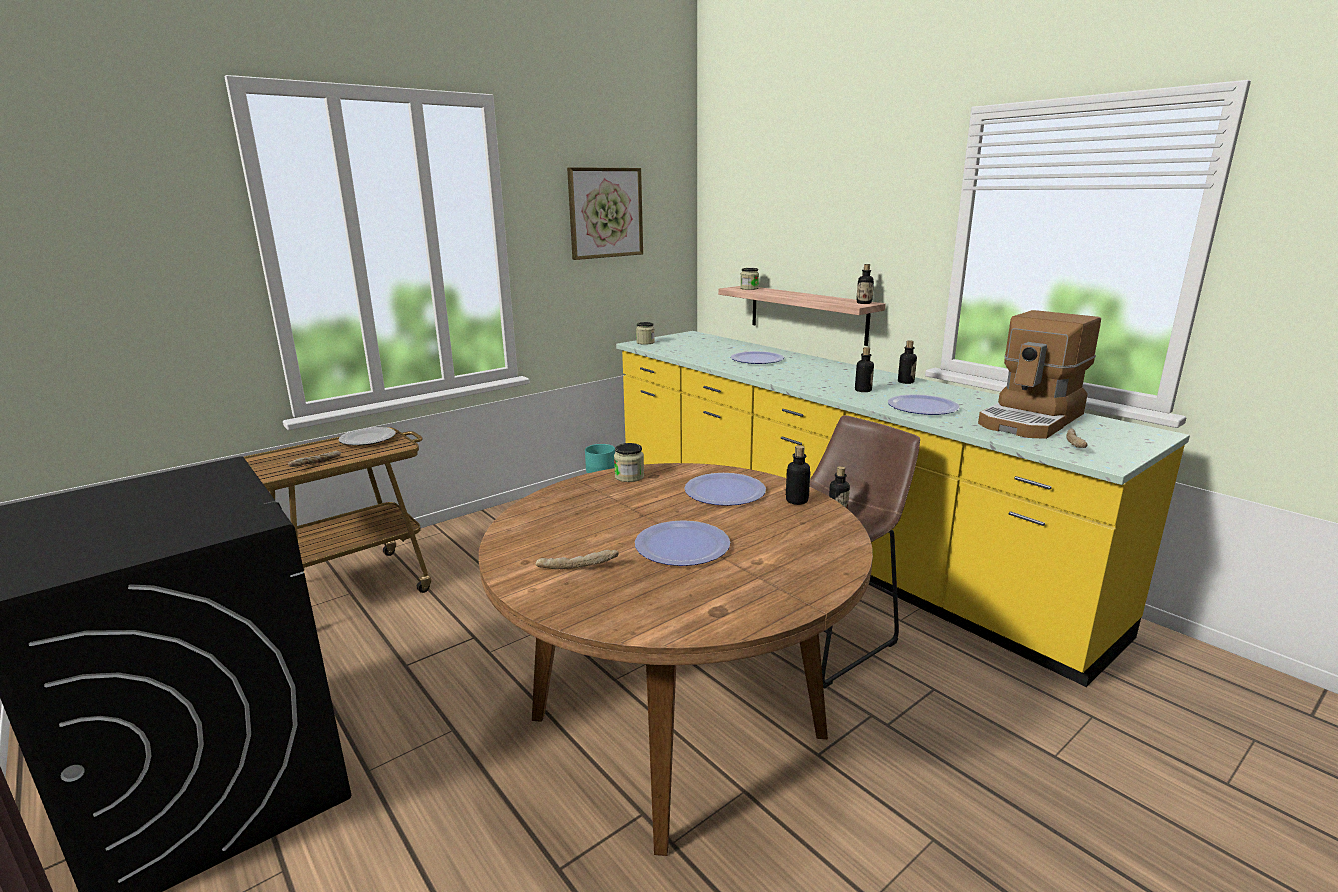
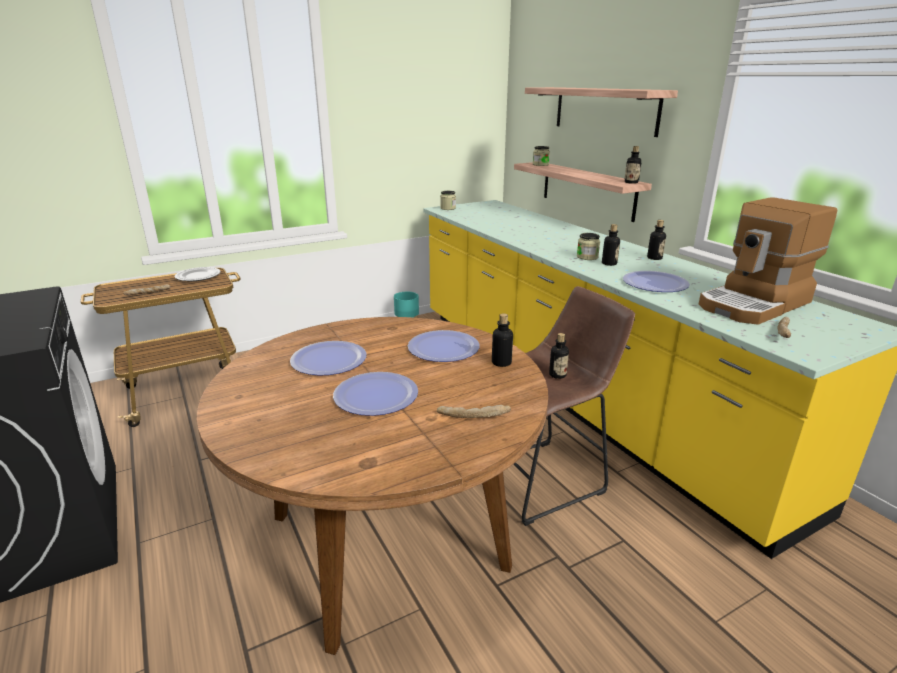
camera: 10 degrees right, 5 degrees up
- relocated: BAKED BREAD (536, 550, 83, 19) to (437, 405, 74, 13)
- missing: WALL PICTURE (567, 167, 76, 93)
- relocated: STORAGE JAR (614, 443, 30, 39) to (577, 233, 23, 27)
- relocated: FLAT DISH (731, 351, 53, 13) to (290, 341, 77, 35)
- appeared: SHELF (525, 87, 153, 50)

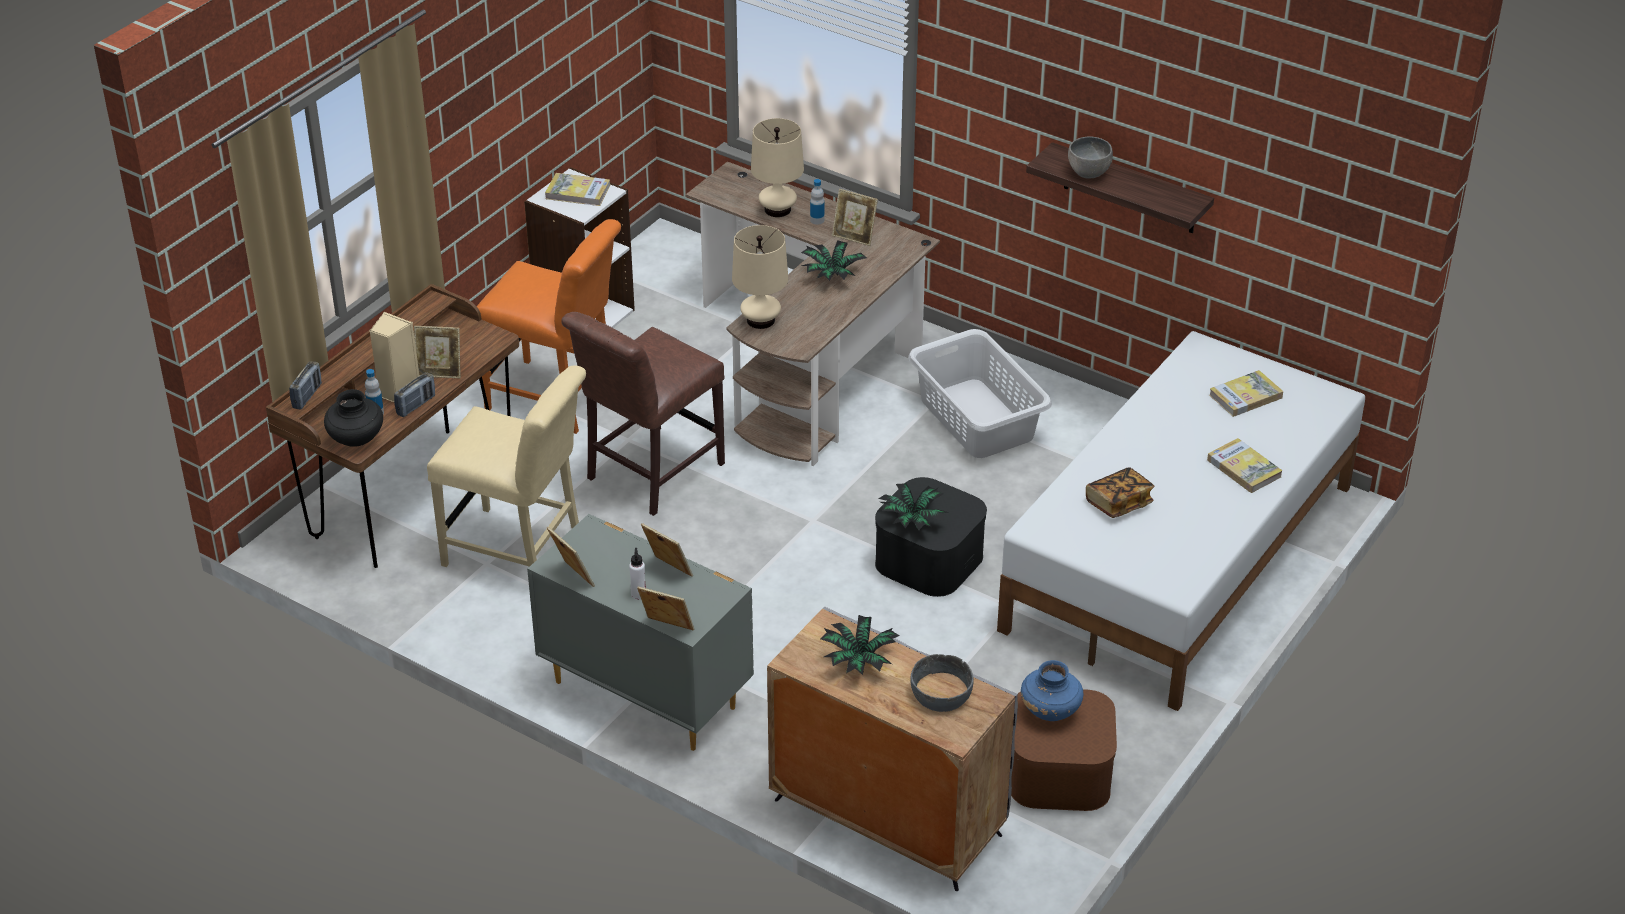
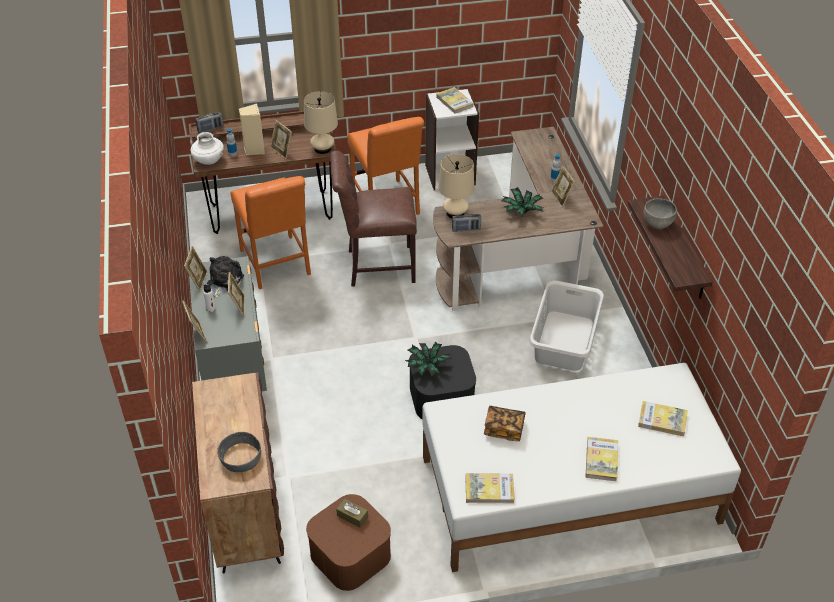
camera: 45 degrees right, 5 degrees up
- colour: BLACK VASE (324, 389, 59, 58) to WHITISH VASE (191, 132, 33, 33)
- relocated: RADIO (394, 372, 41, 45) to (452, 214, 29, 18)
- colour: BEIGE-COLOURED UPRIGHT CHAIR (427, 366, 159, 201) to ORANGE UPRIGHT CHAIR (230, 176, 81, 113)
- relocated: BEIGE-COLOURED LAMP FOR A TABLE (751, 118, 53, 99) to (304, 91, 34, 63)
- colour: GREY STORAGE CABINET (767, 606, 251, 285) to BROWN STORAGE CABINET (192, 372, 92, 202)
- missing: POTTED PLANT (820, 615, 80, 60)
- exchanged: BLUE VASE (1021, 660, 62, 61) to BROWN BOX OF TISSUES (336, 498, 32, 30)
- appeared: CUDDLY TOY (208, 256, 36, 42)
- appeared: BOUND BOOK (465, 473, 50, 30)

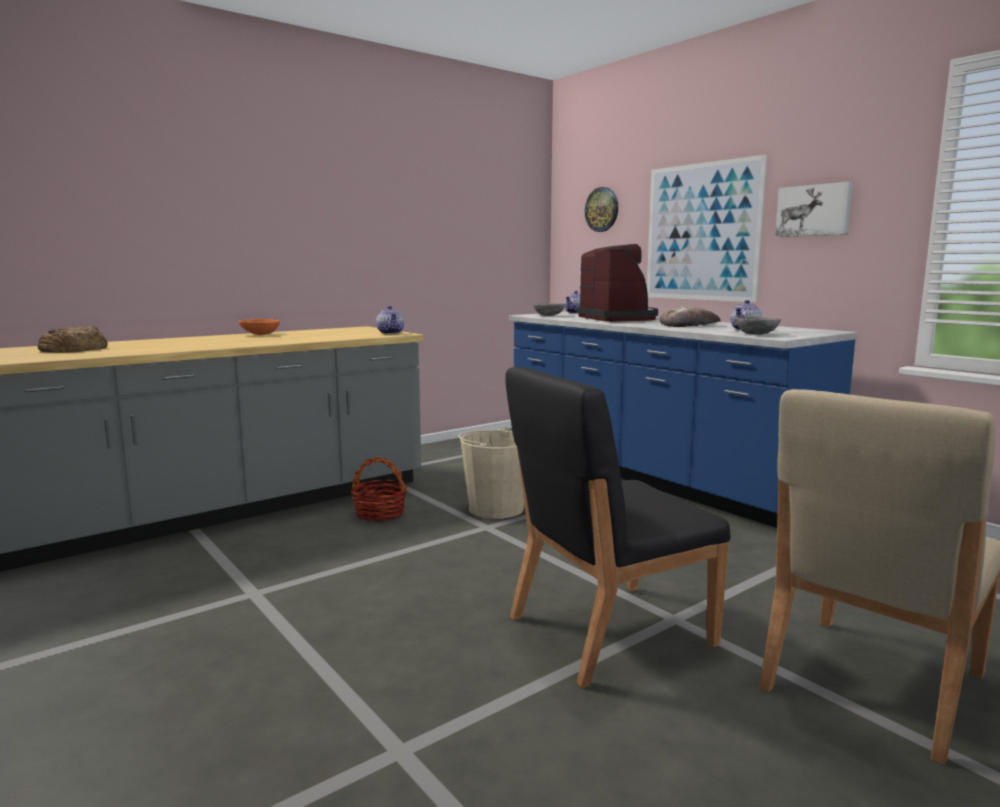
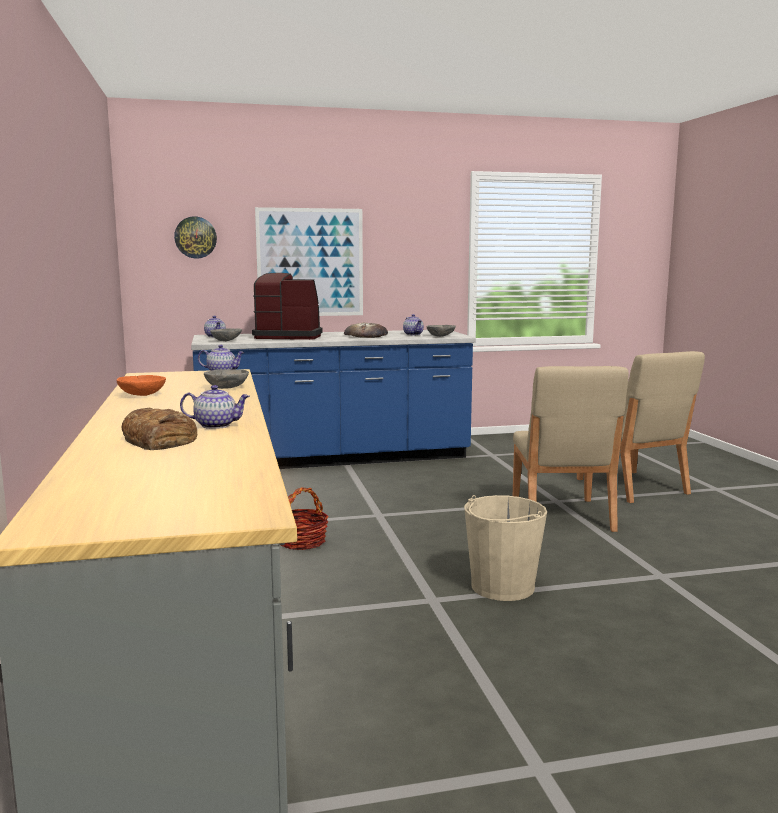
camera: 65 degrees left, 0 degrees up
- relocated: BEIGE-COLOURED PAIL (458, 426, 66, 93) to (464, 495, 83, 106)
- colour: BLACK UPRIGHT CHAIR (505, 367, 226, 321) to BEIGE-COLOURED UPRIGHT CHAIR (513, 366, 116, 166)
- missing: WALL PICTURE (775, 181, 78, 56)
- appeared: TEAPOT (180, 385, 70, 44)
- appeared: GREY DEEP DISH (204, 369, 45, 20)

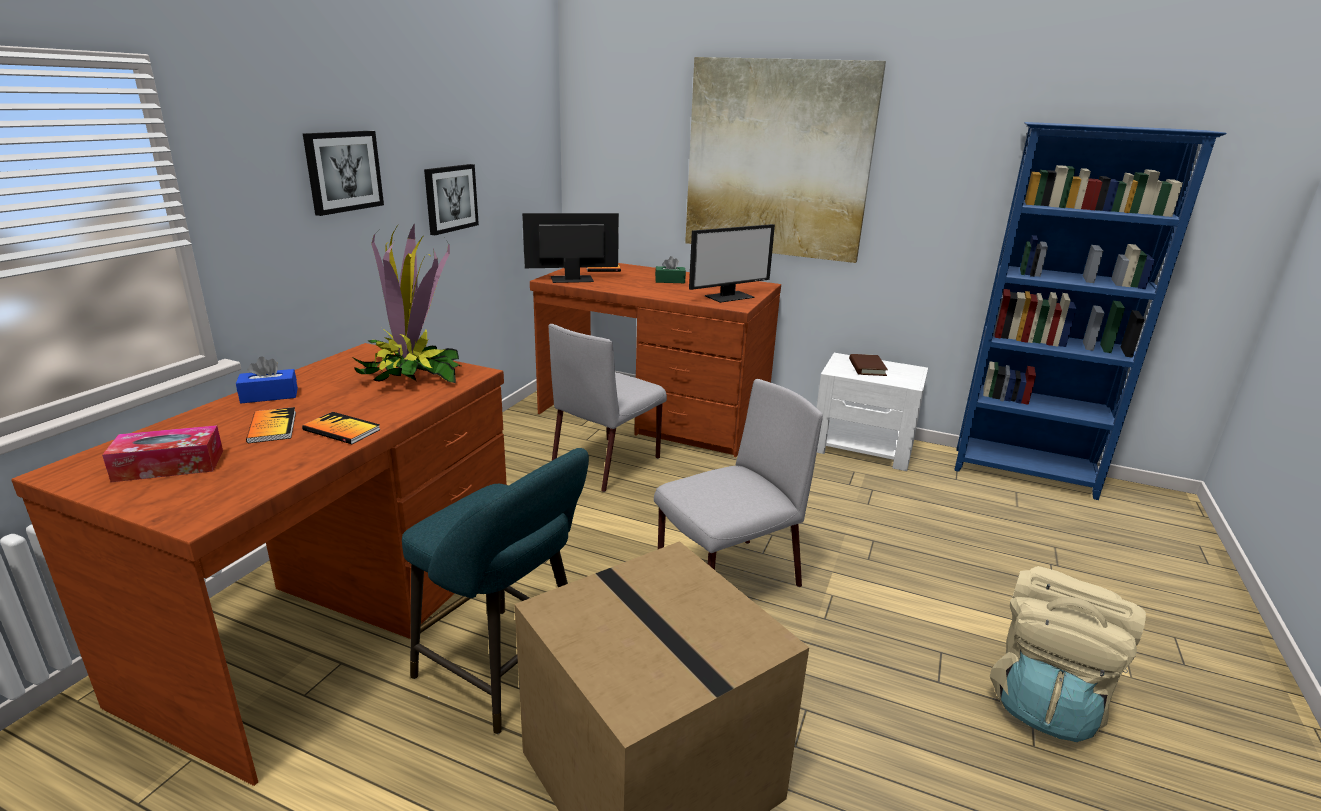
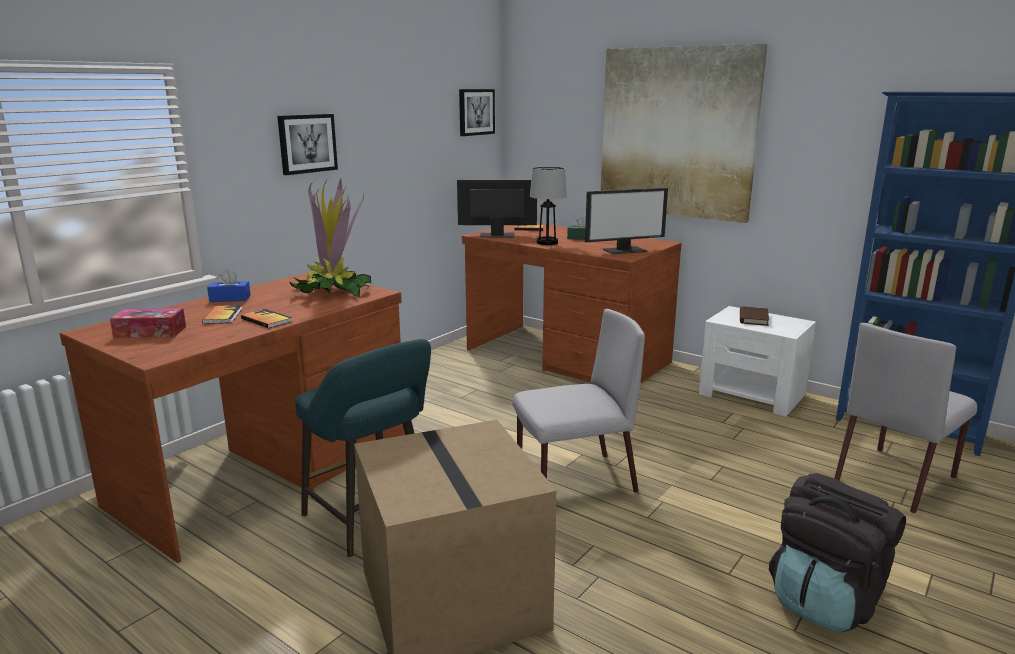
camera: 15 degrees right, 5 degrees down
- relocated: WALL PICTURE (424, 164, 55, 71) to (459, 89, 36, 47)
- relocated: GREY UPRIGHT CHAIR (549, 324, 118, 168) to (834, 323, 143, 190)
- colour: BEIGE-COLOURED RUCKSACK (990, 566, 156, 176) to BLACK RUCKSACK (769, 473, 137, 159)
- appeared: LAMP FOR A TABLE (530, 167, 37, 78)

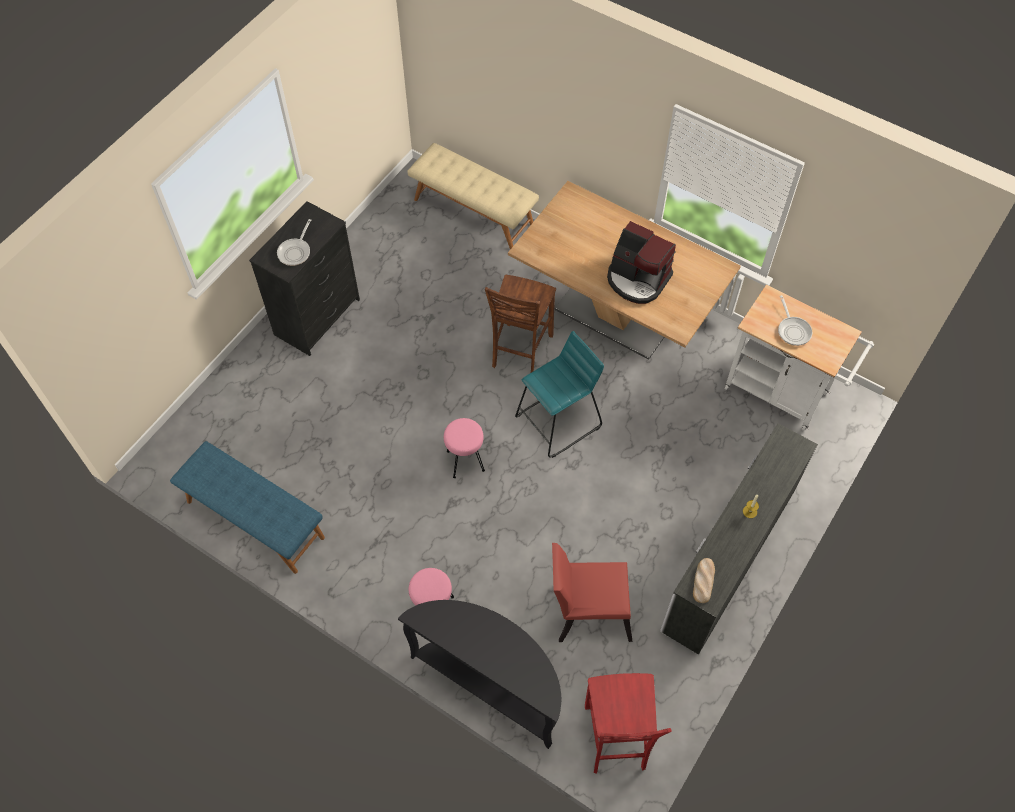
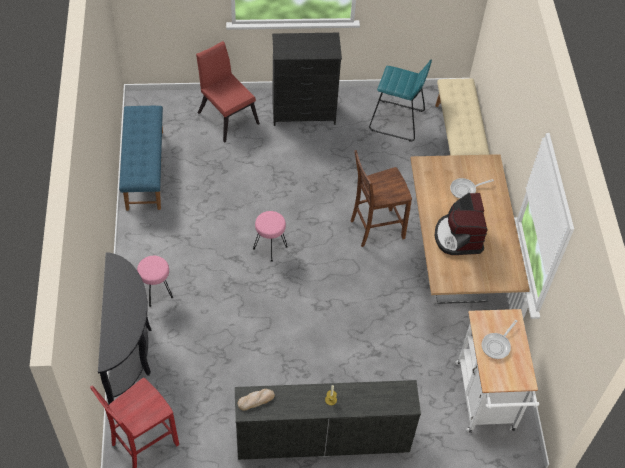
camera: 50 degrees right, 5 degrees down
- relocated: SKILLET (277, 219, 34, 47) to (450, 178, 44, 21)
- relocated: BLUE-GREEN STOOL (515, 331, 89, 127) to (369, 60, 63, 82)
- relocated: RED-COLOURED UPRIGHT CHAIR (552, 543, 80, 99) to (196, 41, 64, 102)

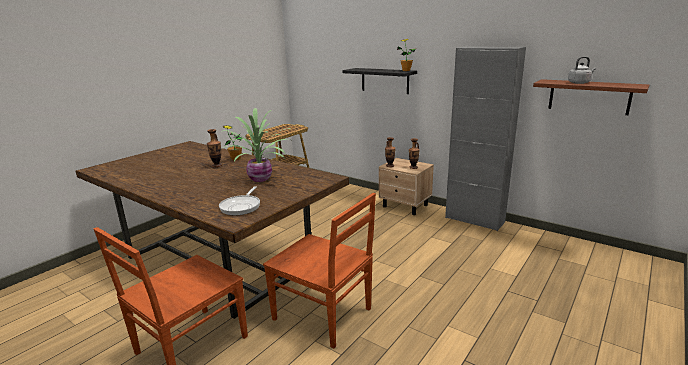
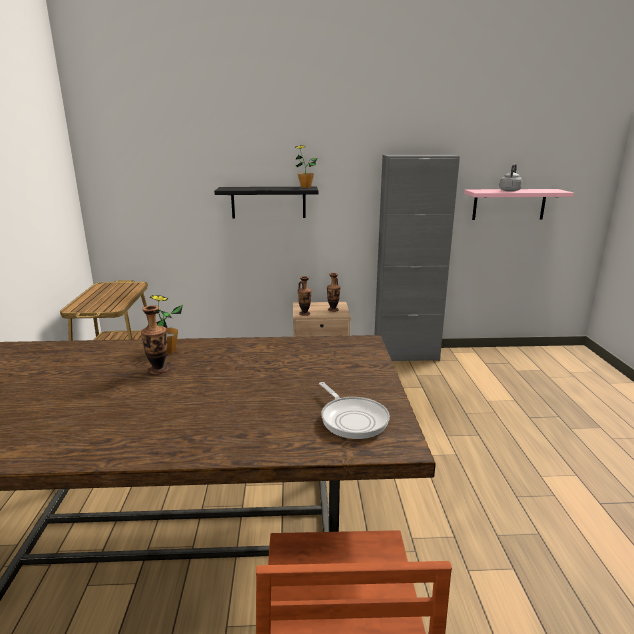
camera: 40 degrees left, 0 degrees up
- missing: POTTED PLANT (223, 108, 69, 74)
- missing: BROWN UPRIGHT CHAIR (263, 193, 113, 155)
- colour: BROWN SHELF (533, 79, 116, 36) to PINKISH SHELF (464, 189, 110, 31)

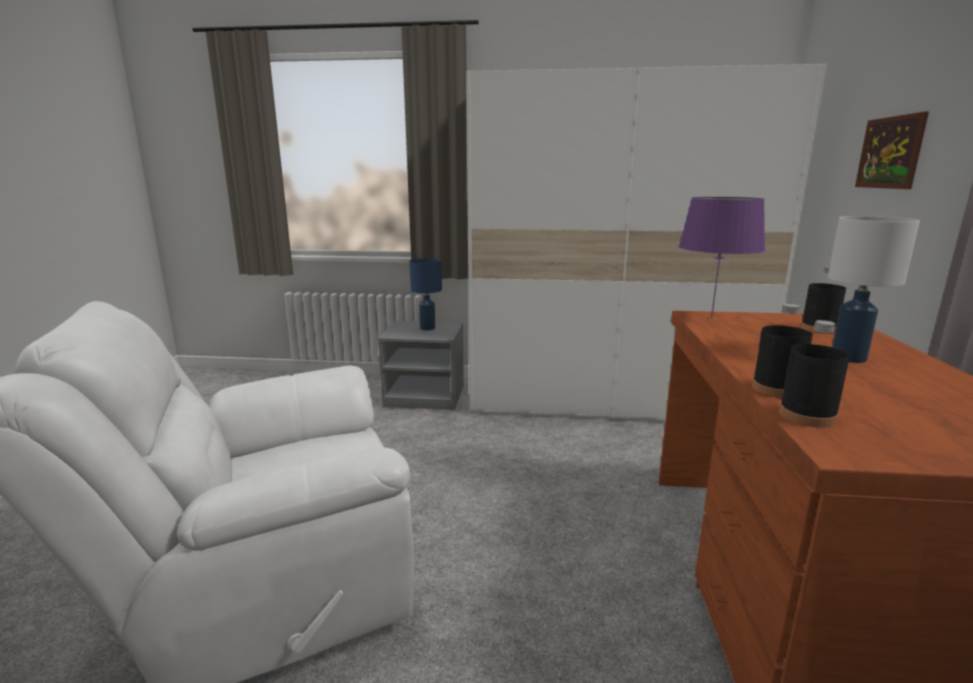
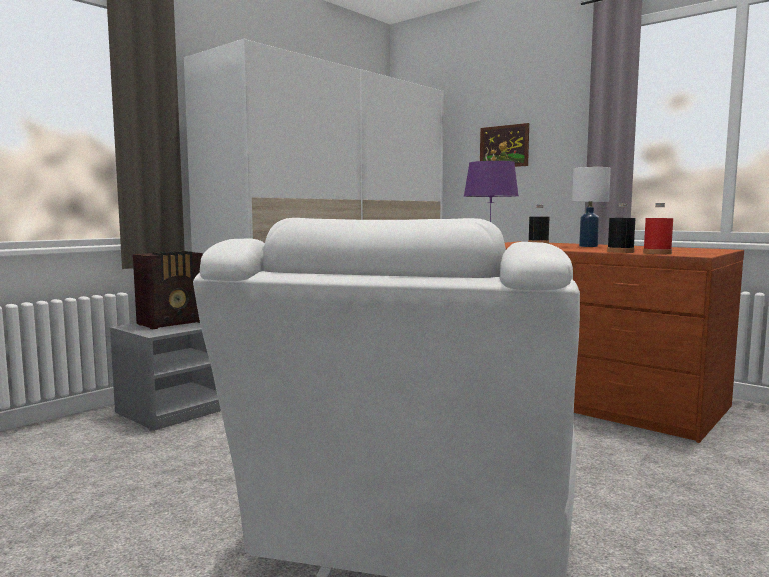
camera: 55 degrees left, 10 degrees down
- exchanged: BLUE LAMP FOR A TABLE (410, 258, 32, 72) to RADIO (133, 251, 69, 79)
- colour: BLACK DRINK BOTTLE (779, 320, 71, 108) to RED-COLOURED DRINK BOTTLE (643, 203, 30, 51)

